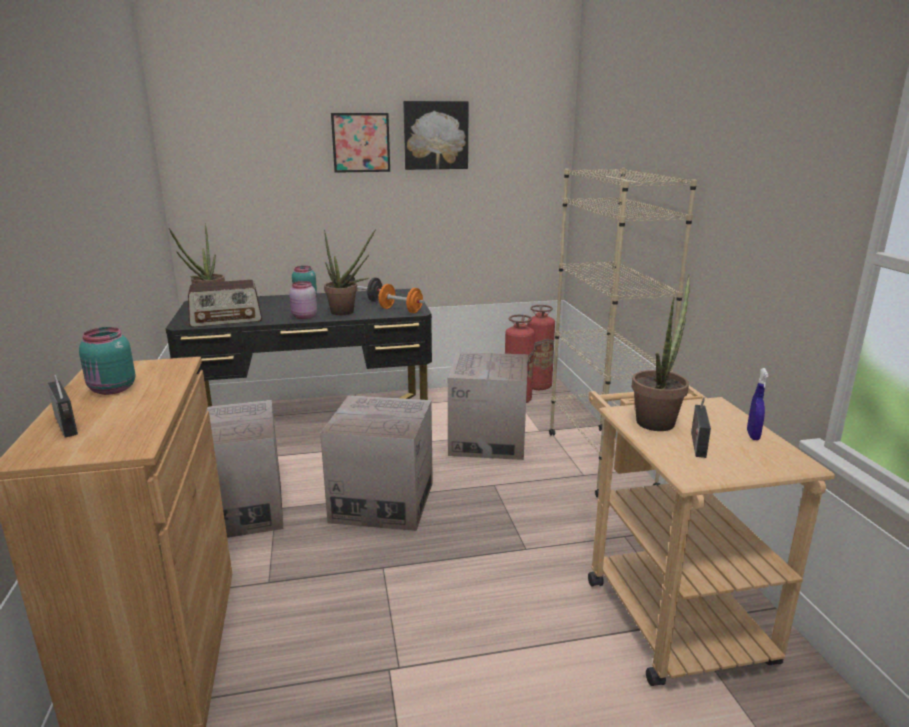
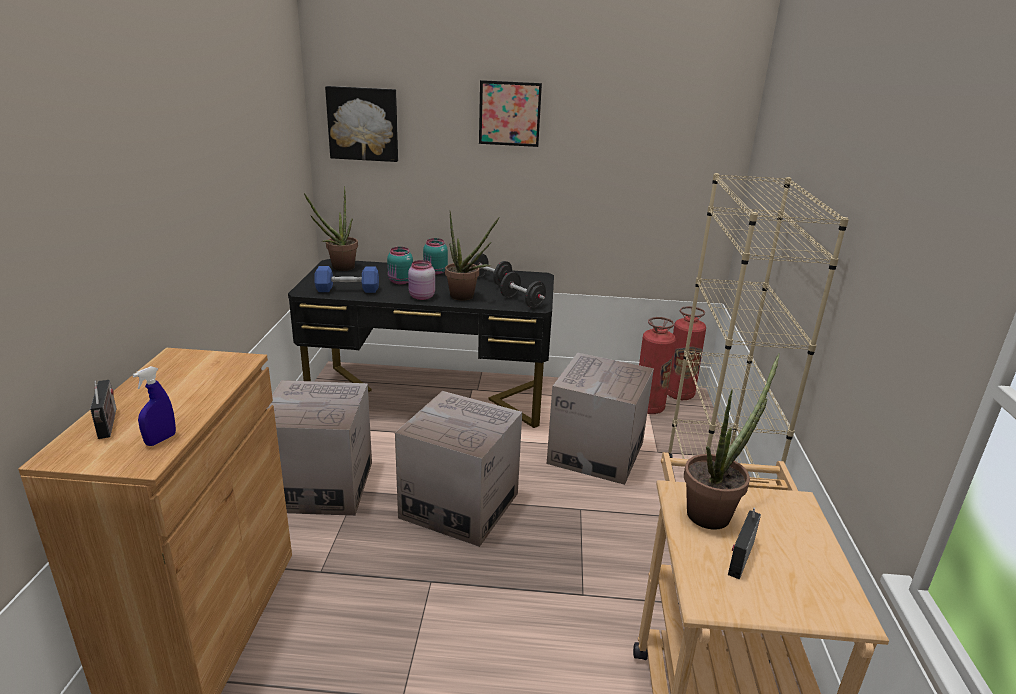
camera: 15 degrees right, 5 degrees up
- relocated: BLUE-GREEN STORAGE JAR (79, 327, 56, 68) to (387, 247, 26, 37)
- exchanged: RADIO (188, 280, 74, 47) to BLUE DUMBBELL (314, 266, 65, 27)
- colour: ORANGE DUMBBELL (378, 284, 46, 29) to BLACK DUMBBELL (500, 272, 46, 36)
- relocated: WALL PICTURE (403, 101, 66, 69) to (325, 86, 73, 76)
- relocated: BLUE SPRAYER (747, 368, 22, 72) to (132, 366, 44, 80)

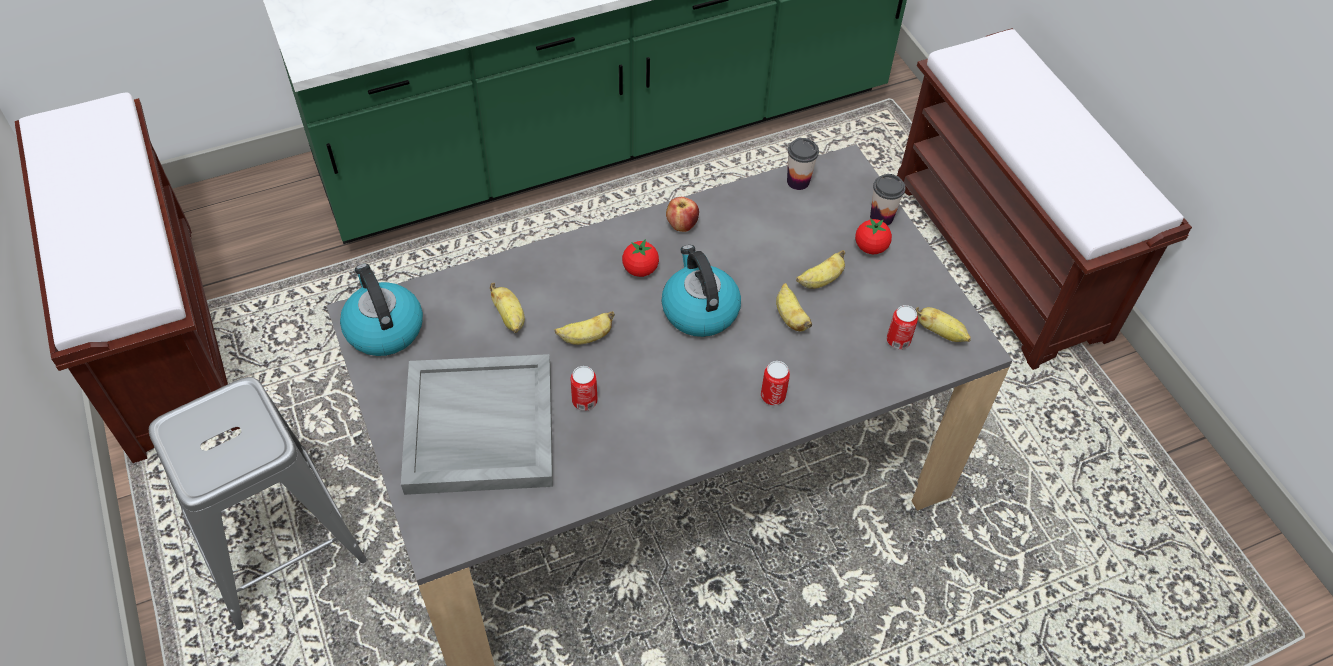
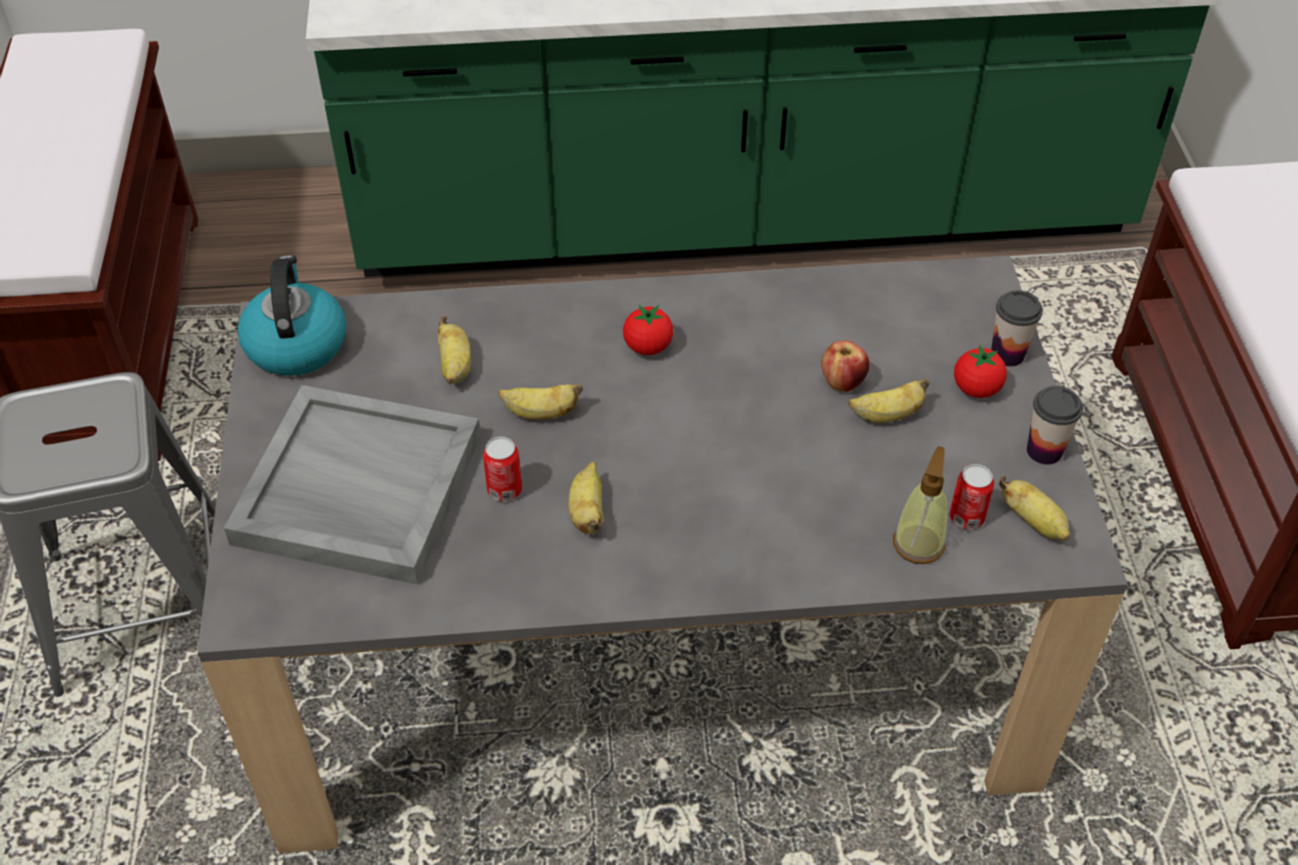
camera: 20 degrees right, 5 degrees down
- missing: WATER KETTLE (662, 245, 79, 92)
- relocated: WHOLE APPLE (666, 197, 33, 35) to (821, 340, 49, 52)
- missing: CAN (761, 361, 29, 44)
- relocated: WHOLE BANANA (776, 283, 36, 48) to (568, 462, 35, 72)
- relocated: DRINKING CUP (787, 138, 32, 52) to (1027, 386, 56, 79)
- appeared: LIQUID SOAP BOTTLE (893, 446, 55, 118)

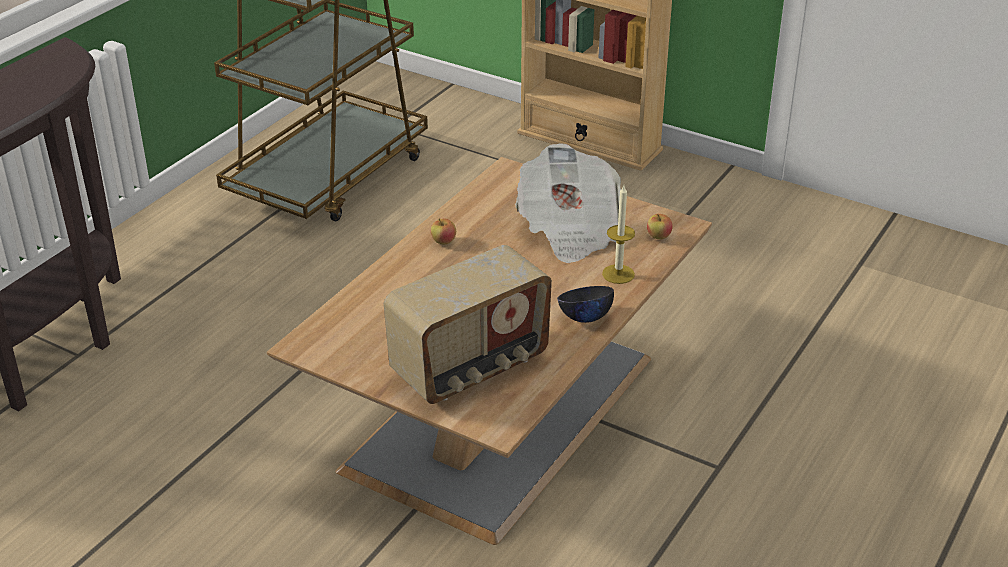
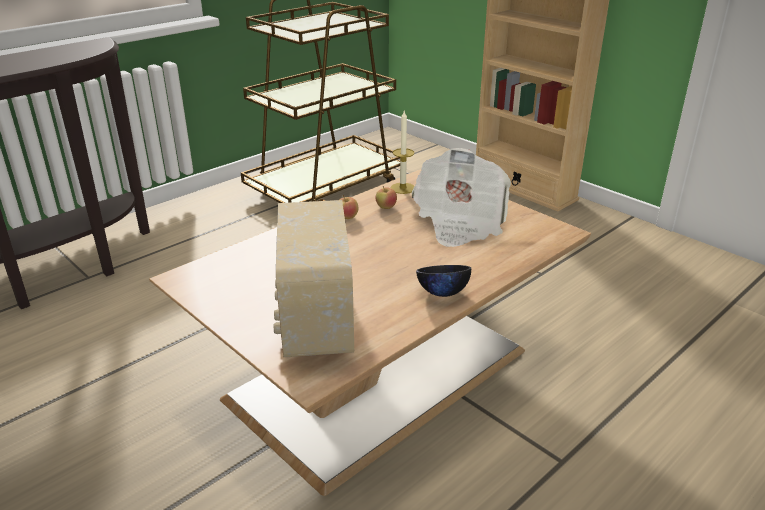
camera: 15 degrees right, 5 degrees down
- spun: RADIO (384, 245, 168, 159) = (274, 200, 80, 157) 105 degrees clockwise
- relocated: CANDLE (602, 185, 33, 99) to (391, 111, 23, 83)
- relocated: WHOLE APPLE (647, 214, 26, 25) to (375, 186, 22, 23)

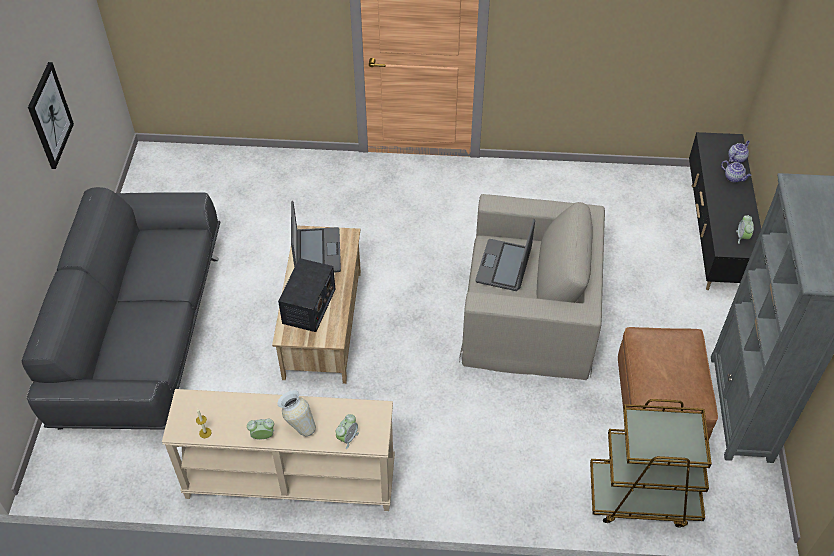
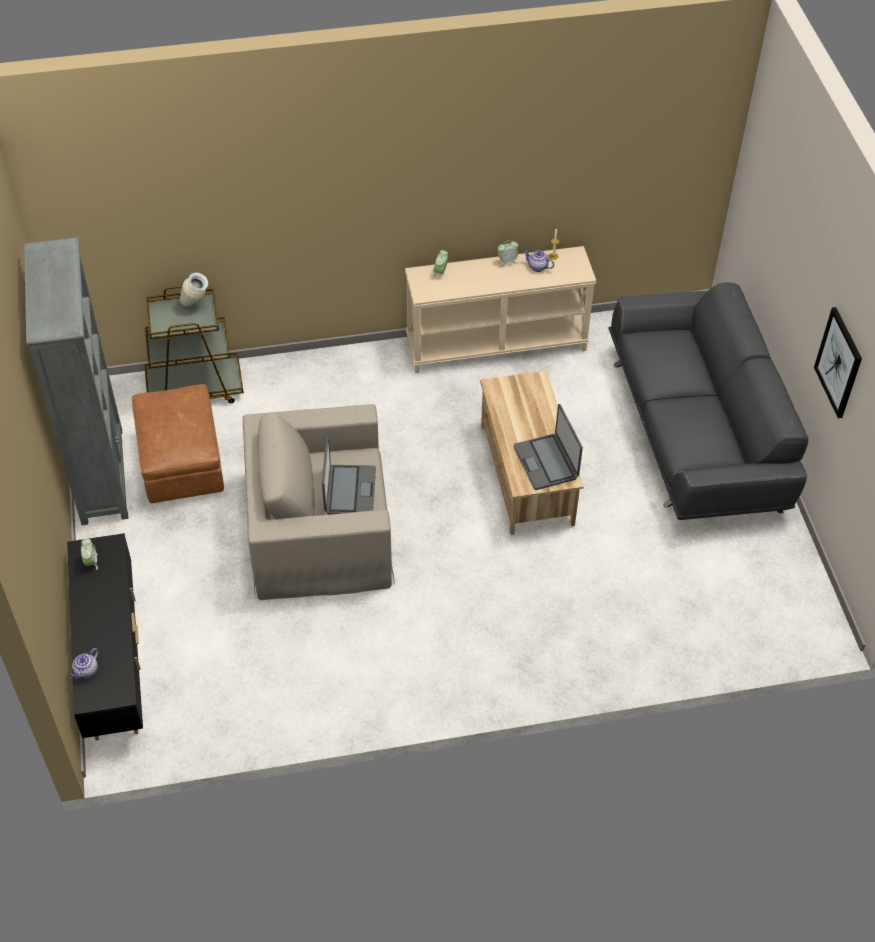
camera: 165 degrees right, 0 degrees up
- relocated: VASE (277, 390, 39, 46) to (180, 272, 28, 35)
- missing: RADIO (278, 258, 57, 74)
- relocated: TEAPOT (721, 161, 31, 21) to (524, 250, 30, 22)

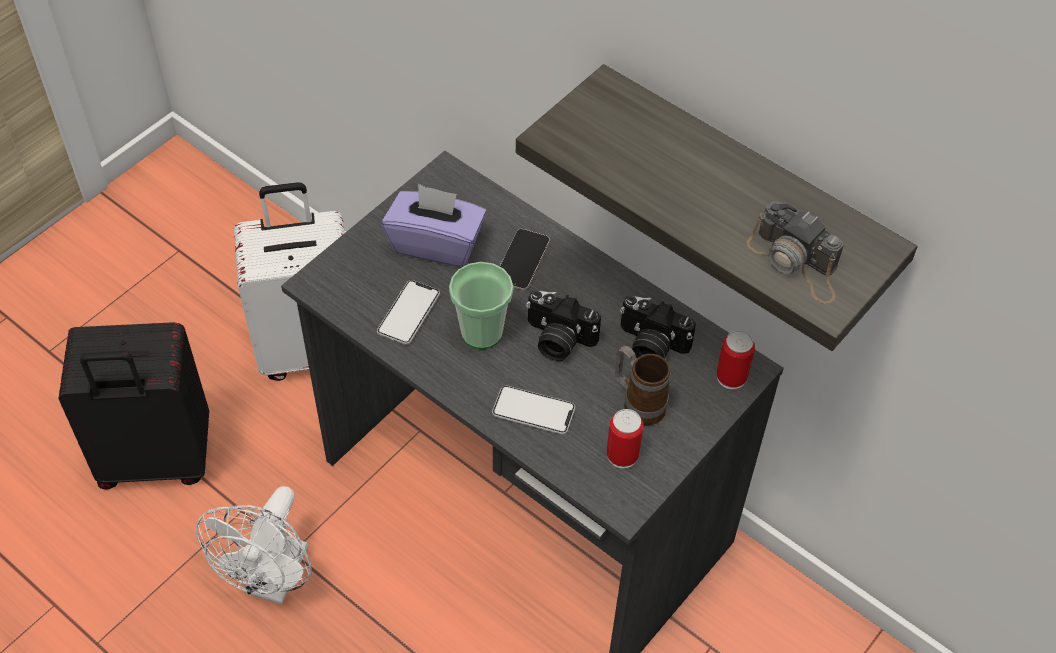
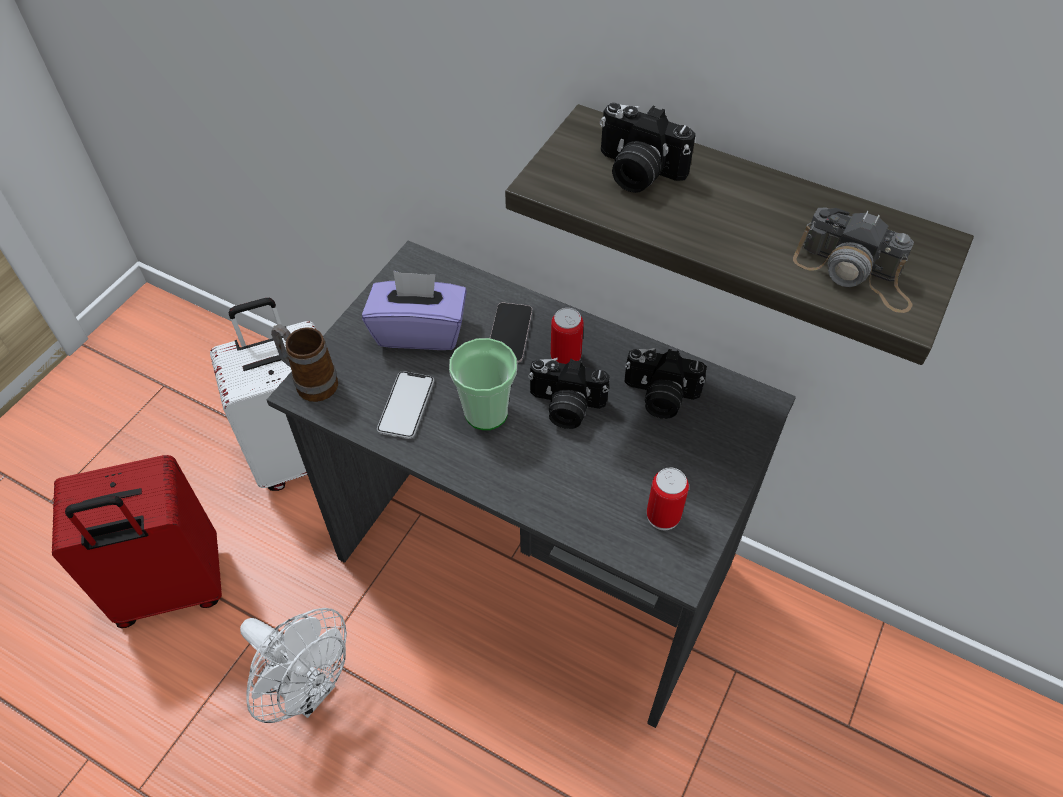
camera: 10 degrees left, 0 degrees up
- colour: BLACK SUITCASE (59, 322, 150, 167) to RED-COLOURED SUITCASE (52, 455, 170, 173)
- spun: WHITISH ELECTRIC FAN (196, 486, 116, 119) = (240, 608, 107, 115) 60 degrees counterclockwise
- missing: TELEPHONE (492, 385, 83, 49)
- relocated: MUG (615, 346, 56, 79) to (271, 324, 67, 78)
- relocated: CAN (716, 331, 39, 59) to (551, 308, 33, 56)
- appeared: STILL CAMERA (600, 103, 96, 90)

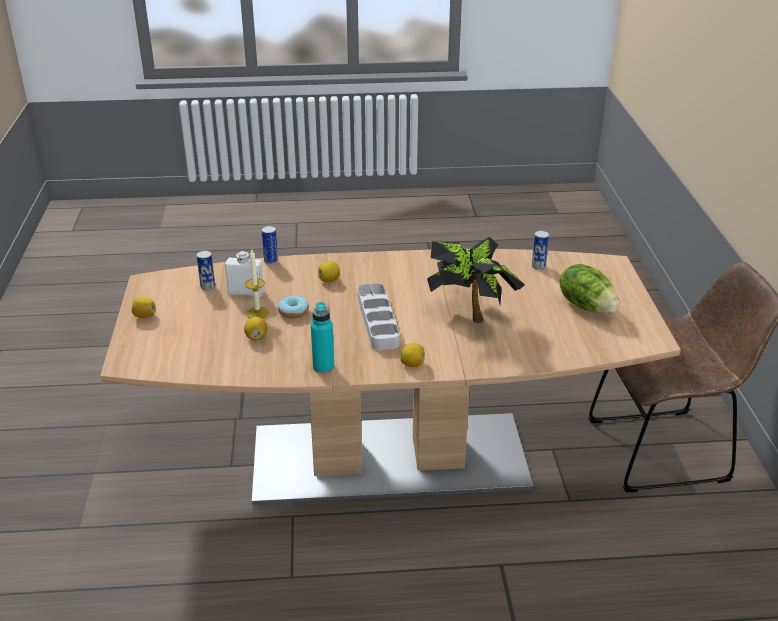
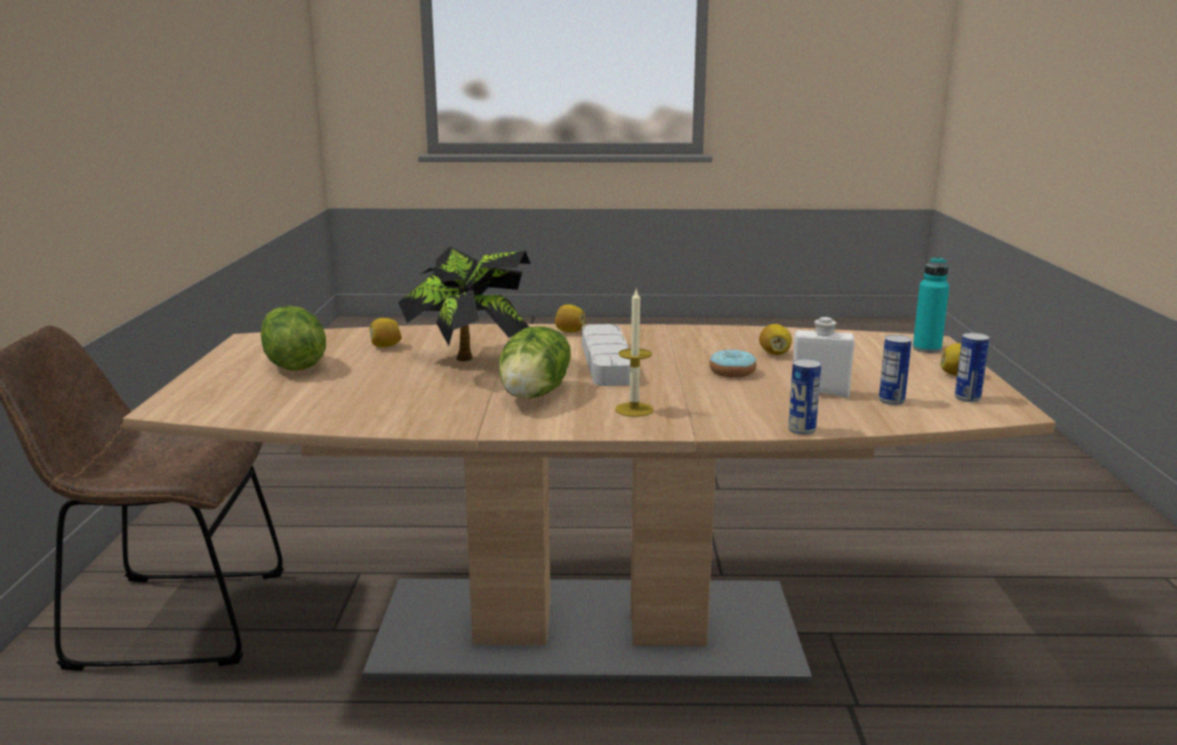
camera: 175 degrees left, 15 degrees down
- relocated: CANDLE (245, 250, 24, 69) to (615, 289, 38, 128)
- relocated: BLUE-GREEN DRINK BOTTLE (311, 302, 23, 71) to (913, 257, 36, 96)
- relocated: LEMON (318, 261, 22, 21) to (370, 318, 32, 29)
- relocated: CAN (532, 231, 17, 39) to (955, 333, 35, 69)
- appeared: LETTUCE (499, 326, 72, 73)

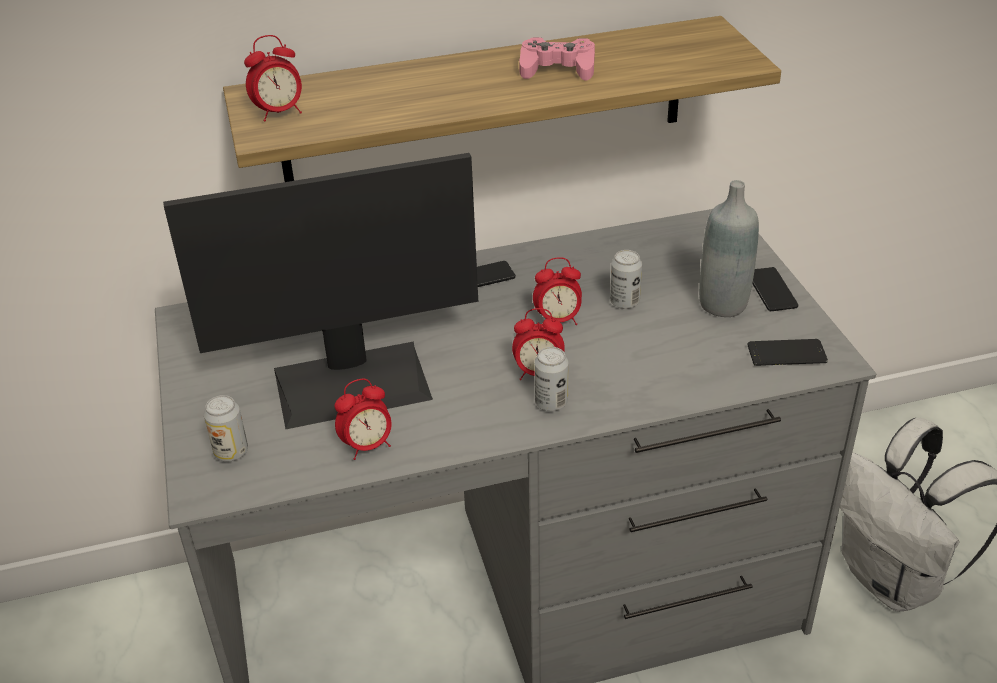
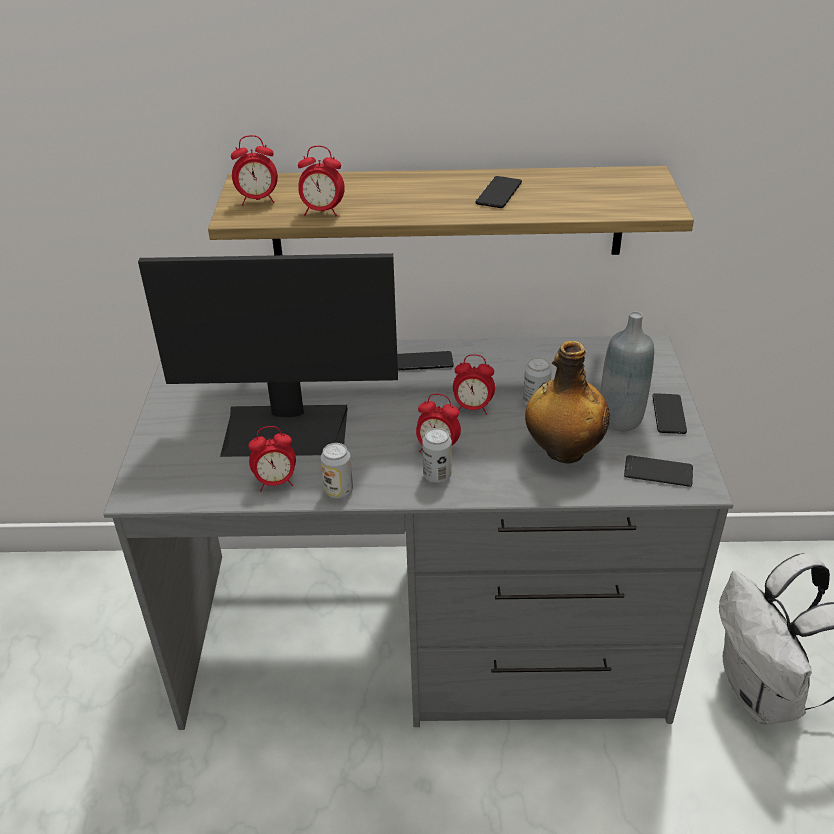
camera: 15 degrees right, 0 degrees up
- relocated: CAN (204, 395, 44, 67) to (321, 443, 32, 56)
- exchanged: PINKISH GAMEPAD (519, 37, 76, 44) to TELEPHONE (475, 176, 47, 32)
- appeared: TABLE CLOCK (298, 146, 47, 70)
- appeared: DRINK BOTTLE (525, 341, 85, 122)

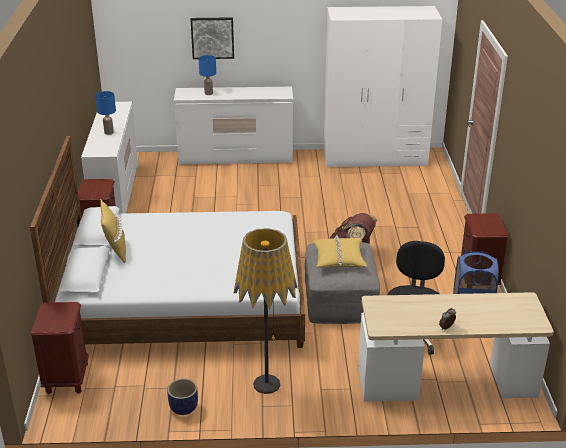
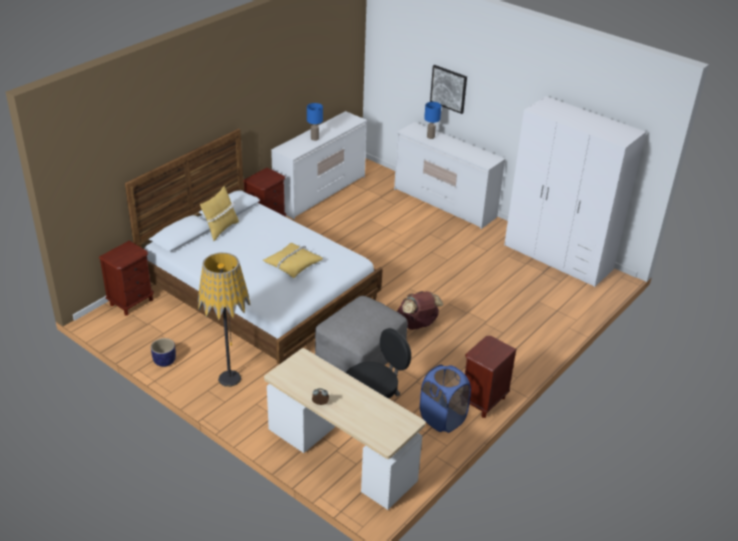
camera: 40 degrees right, 5 degrees up
- relocated: YELLOWISH PILLOW (313, 235, 54, 33) to (263, 243, 60, 35)

